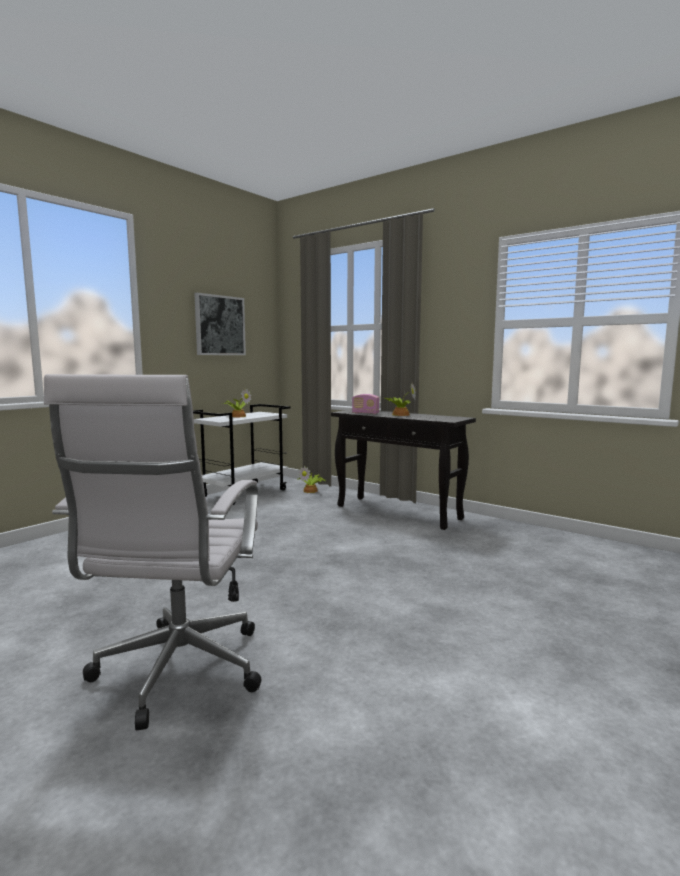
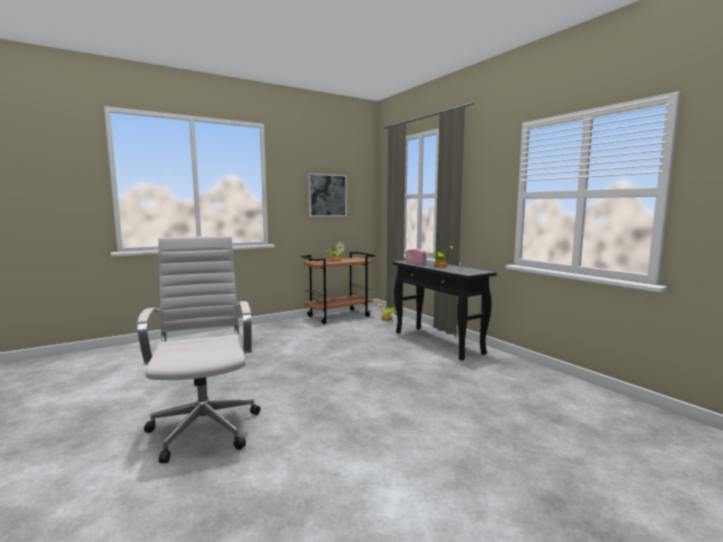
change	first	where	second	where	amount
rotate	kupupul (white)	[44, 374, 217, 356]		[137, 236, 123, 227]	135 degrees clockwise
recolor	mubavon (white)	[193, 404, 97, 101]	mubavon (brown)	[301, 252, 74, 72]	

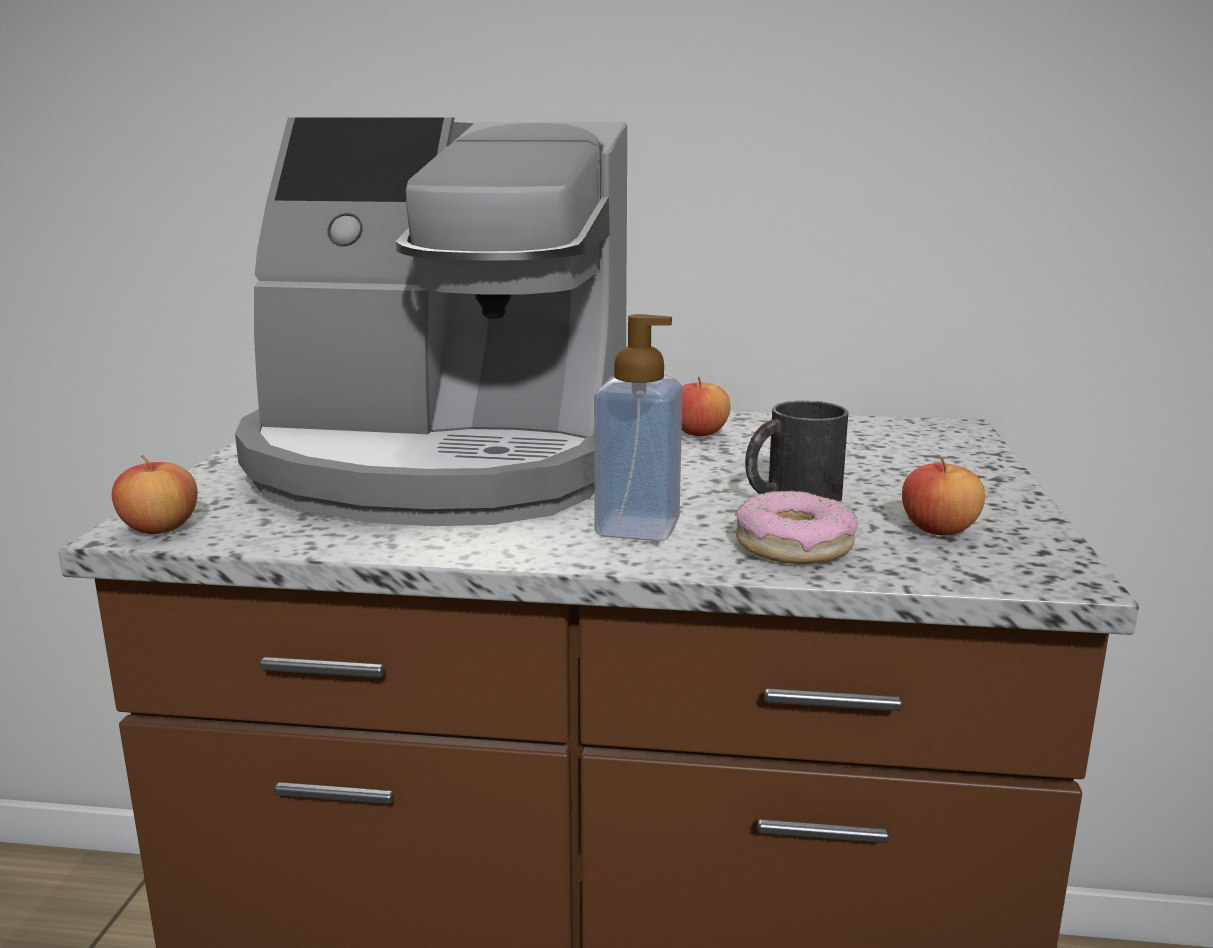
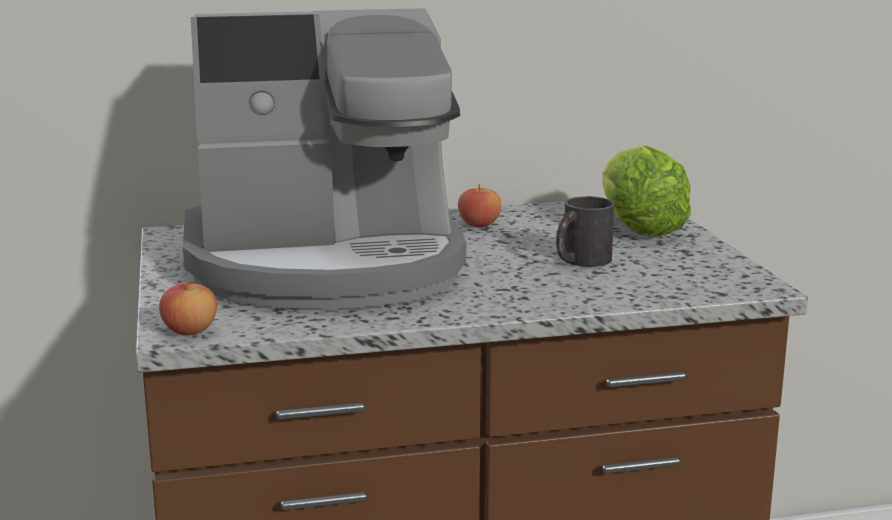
change	first	where	second	where	amount
delete	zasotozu	[594, 314, 89, 227]			
delete	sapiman	[902, 457, 83, 79]			
delete	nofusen	[735, 491, 123, 73]			
insert			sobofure	[602, 145, 89, 92]	

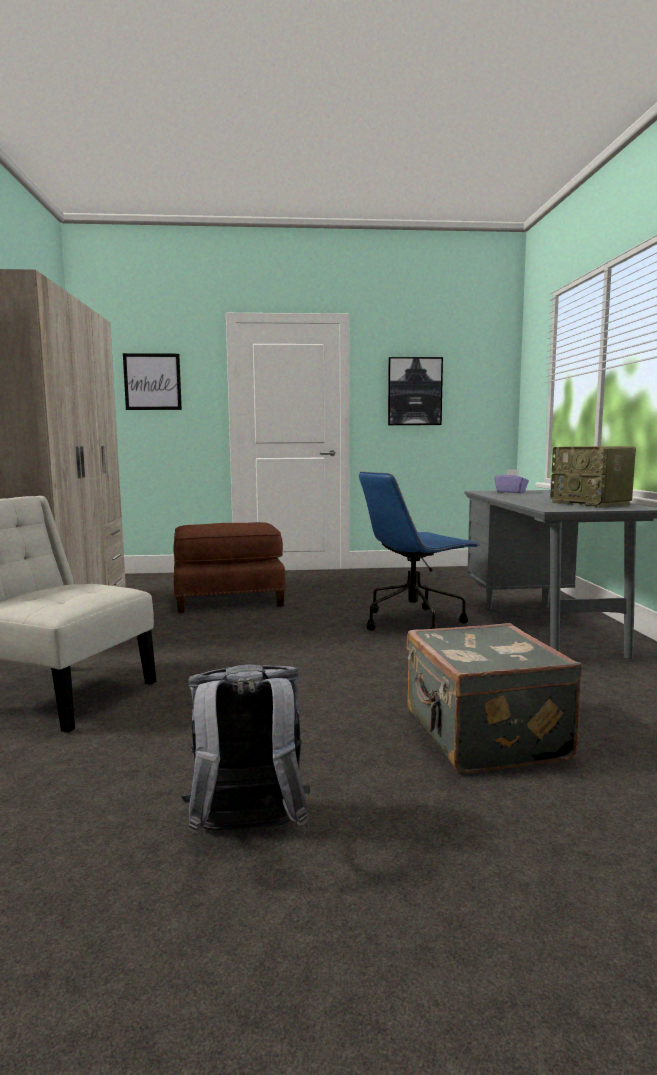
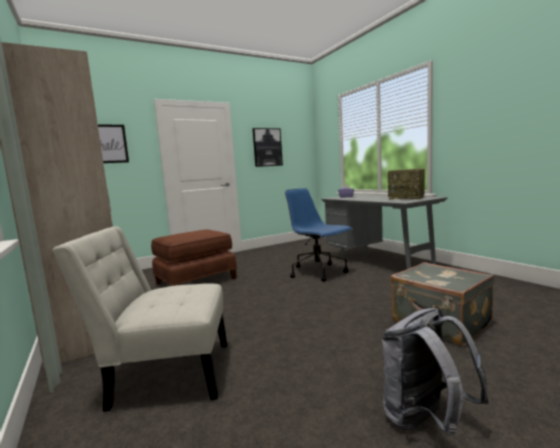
change	first	where	second	where	amount
rotate	kupupul (blue)	[359, 472, 121, 158]		[285, 188, 68, 94]	105 degrees clockwise

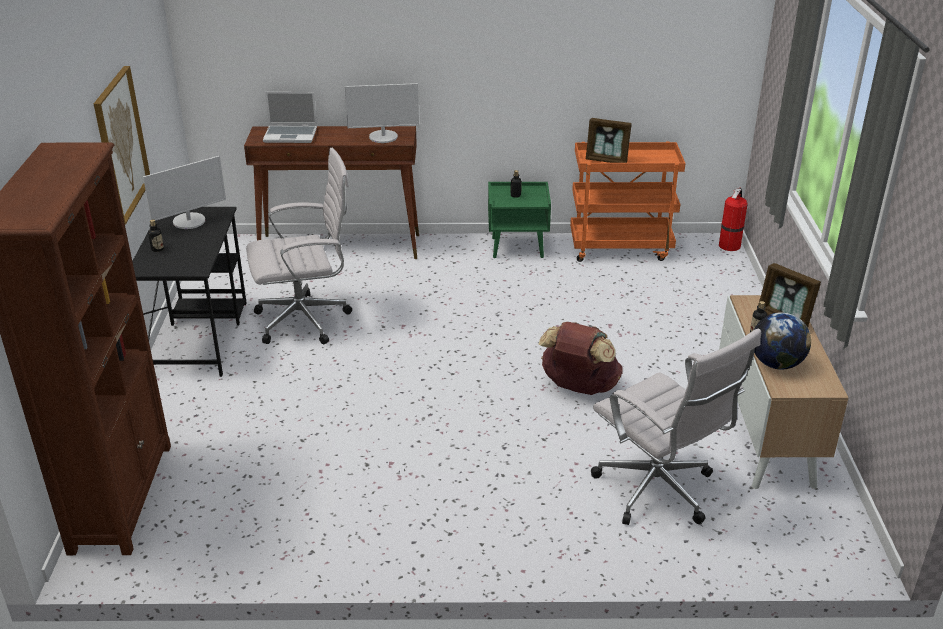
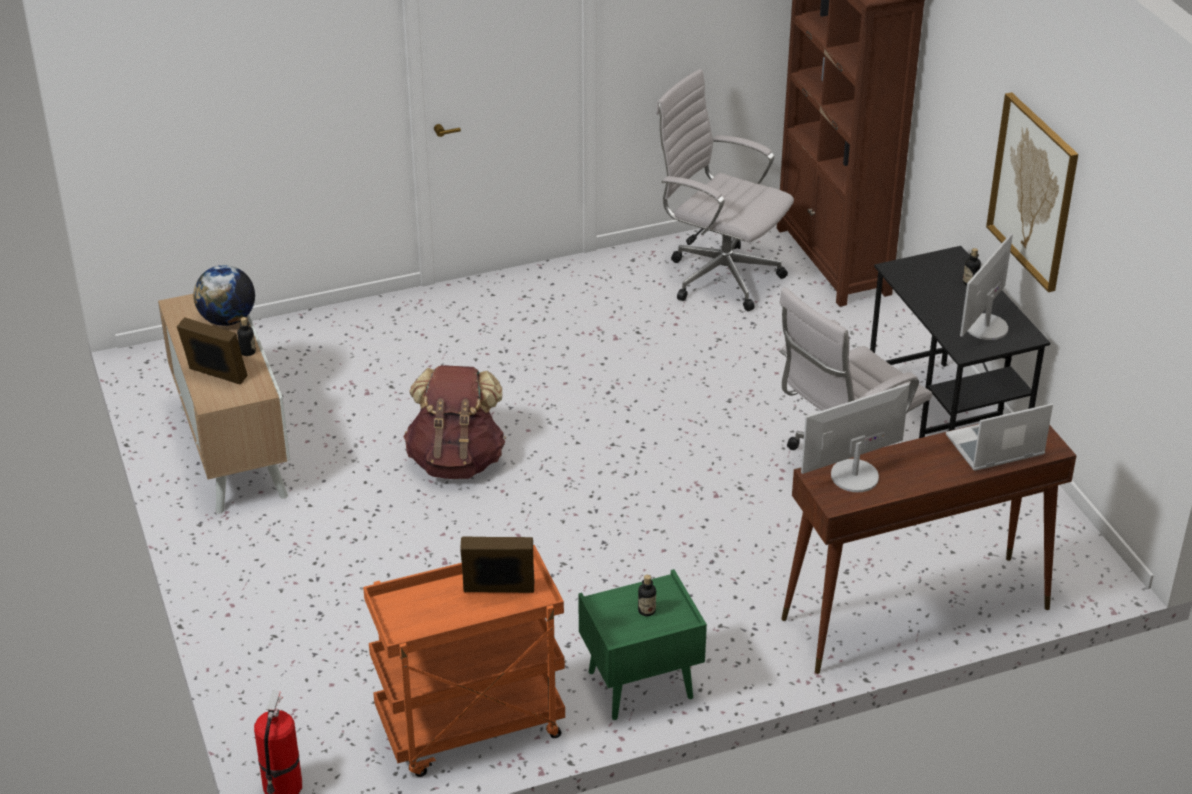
change	first	where	second	where	amount
move	kupupul (white)	[591, 329, 170, 196]		[656, 69, 138, 242]	

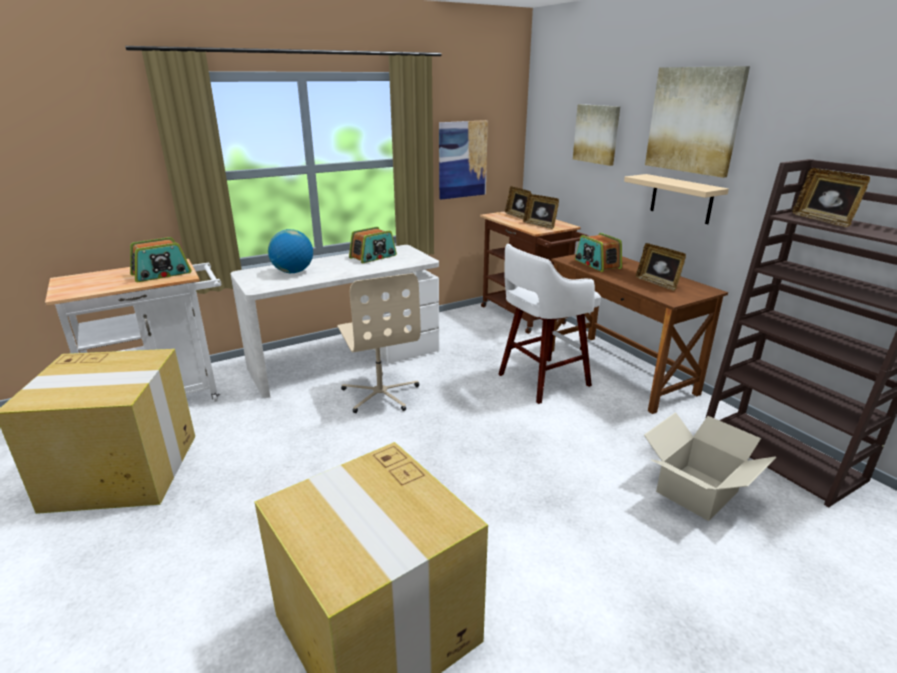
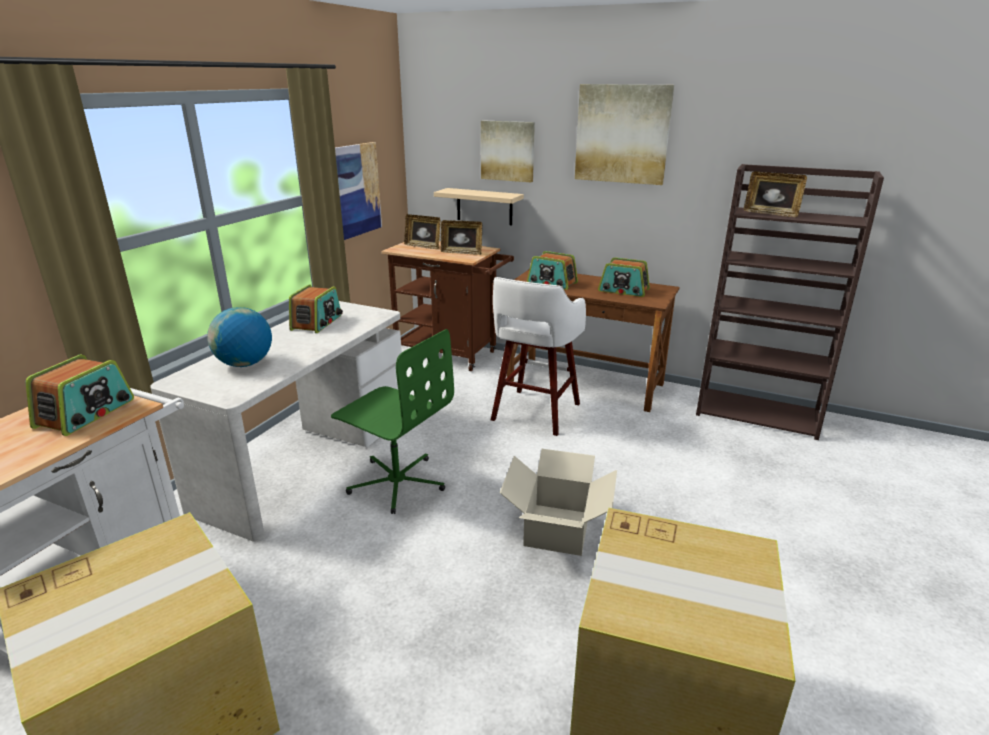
change	first	where	second	where	amount
move	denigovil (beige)	[624, 174, 105, 50]		[434, 188, 90, 37]	
replace	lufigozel	[636, 243, 50, 48]	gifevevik	[598, 257, 52, 40]	
recolor	kupupul (beige)	[337, 273, 84, 140]	kupupul (green)	[331, 329, 123, 185]	
move	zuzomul	[644, 412, 132, 109]		[500, 449, 117, 107]	

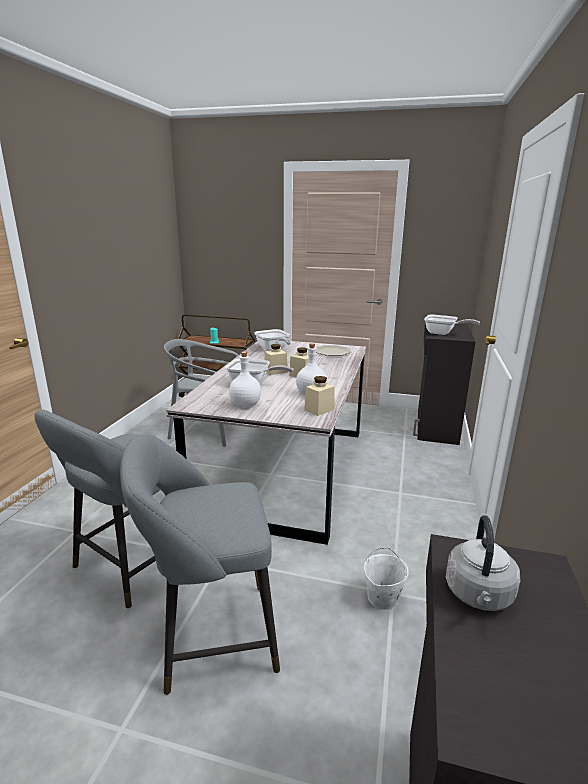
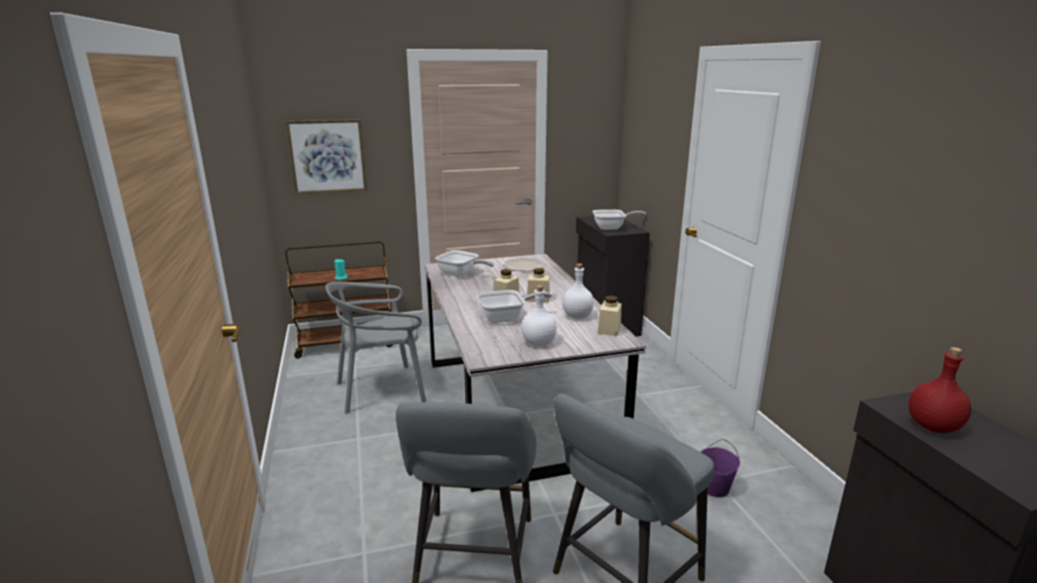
change	first	where	second	where	amount
replace	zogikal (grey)	[446, 515, 74, 96]	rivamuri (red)	[908, 347, 63, 86]	
recolor	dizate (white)	[364, 547, 45, 63]	dizate (purple)	[701, 439, 39, 59]	
insert			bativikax	[285, 119, 82, 75]	

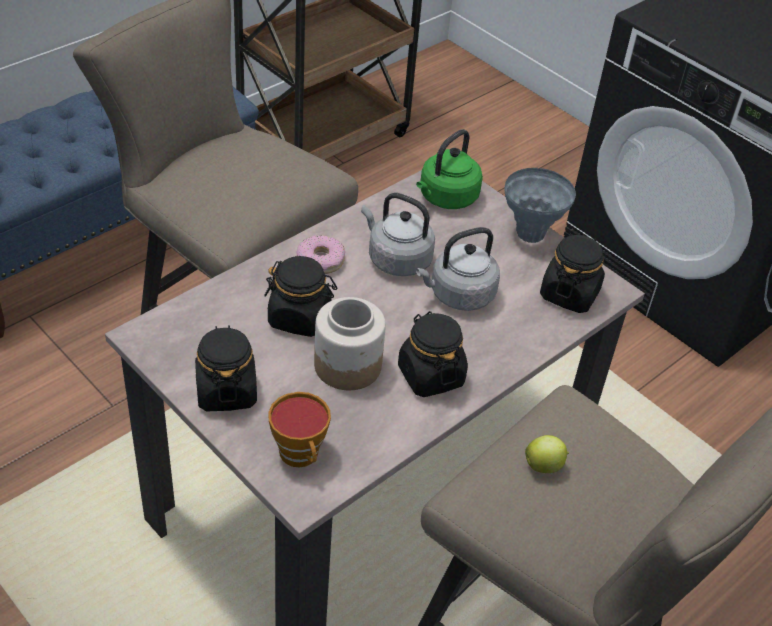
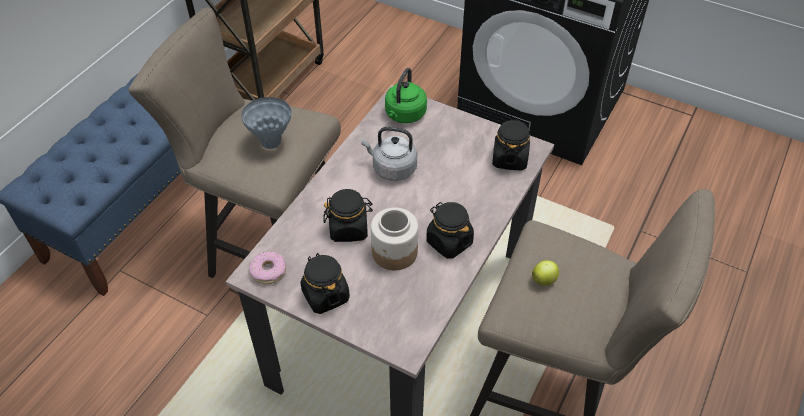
change	first	where	second	where	amount
move	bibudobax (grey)	[505, 168, 71, 75]		[241, 97, 50, 52]	
delete	zogikal (grey)	[416, 227, 84, 84]			
move	nofusen	[296, 235, 49, 39]		[249, 252, 37, 32]	
delete	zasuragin	[268, 392, 63, 75]			

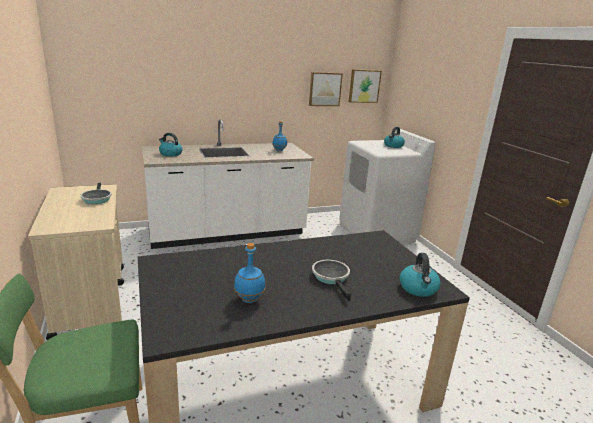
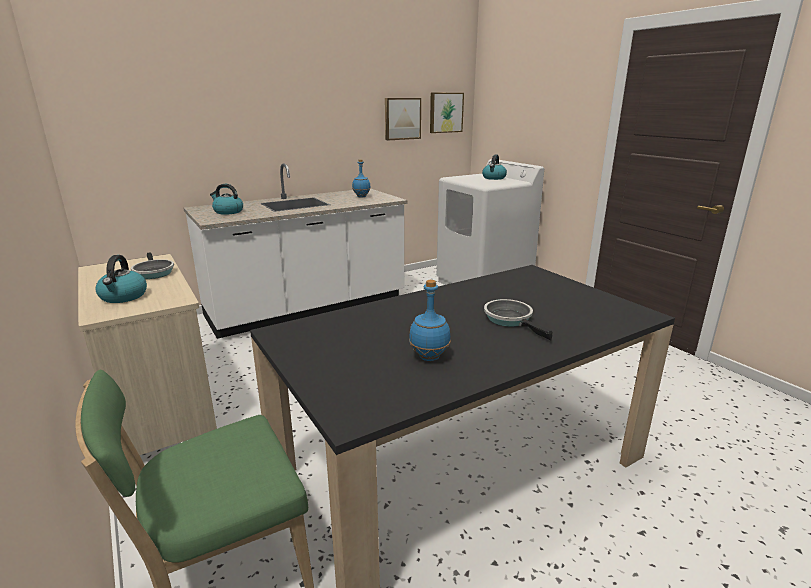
change	first	where	second	where	amount
move	zogikal	[400, 253, 41, 44]		[96, 255, 51, 48]	

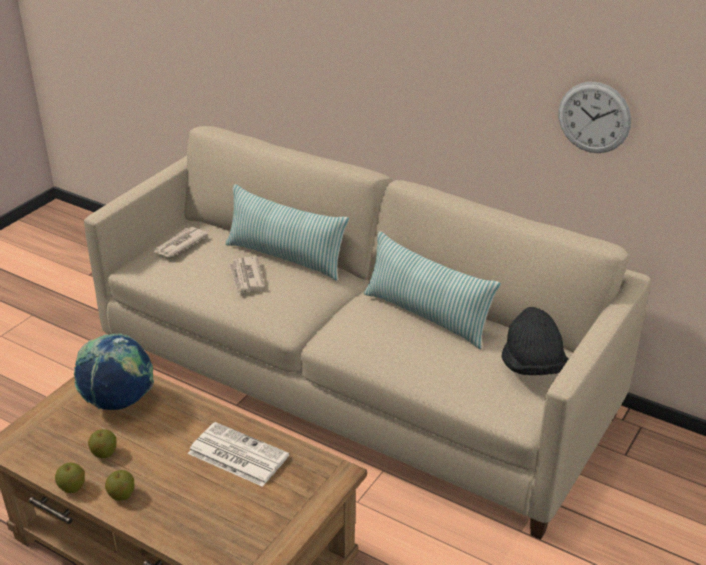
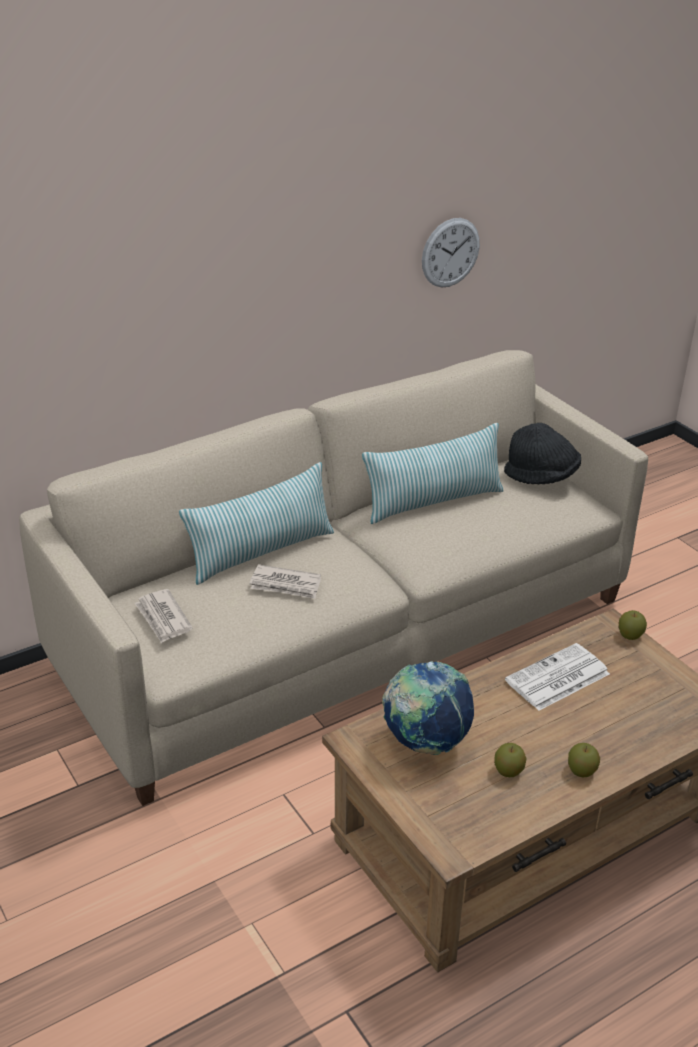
change	first	where	second	where	amount
move	sapiman	[55, 462, 30, 31]		[619, 610, 28, 30]	

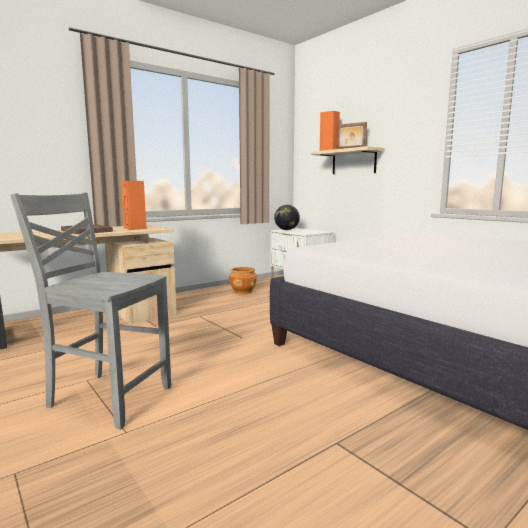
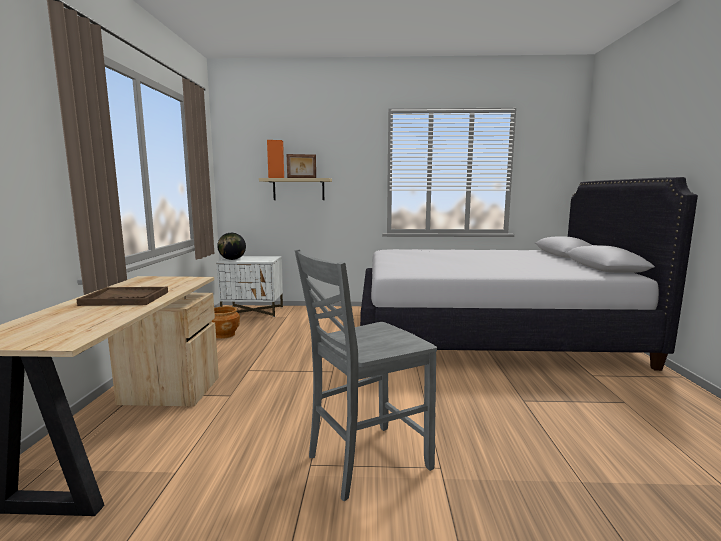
change	first	where	second	where	amount
delete	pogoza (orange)	[121, 181, 26, 49]			

